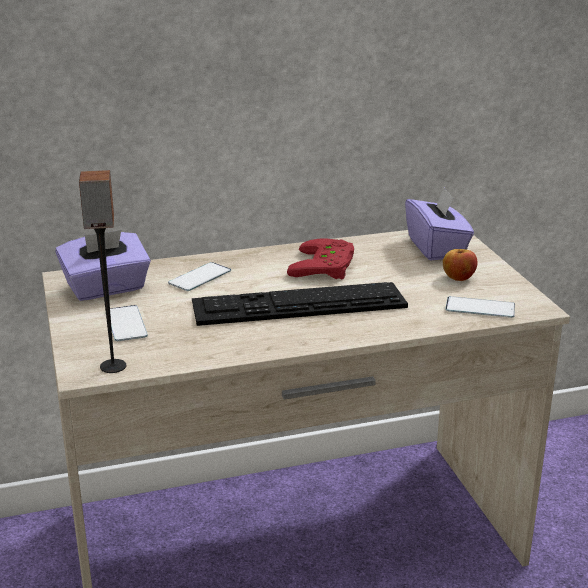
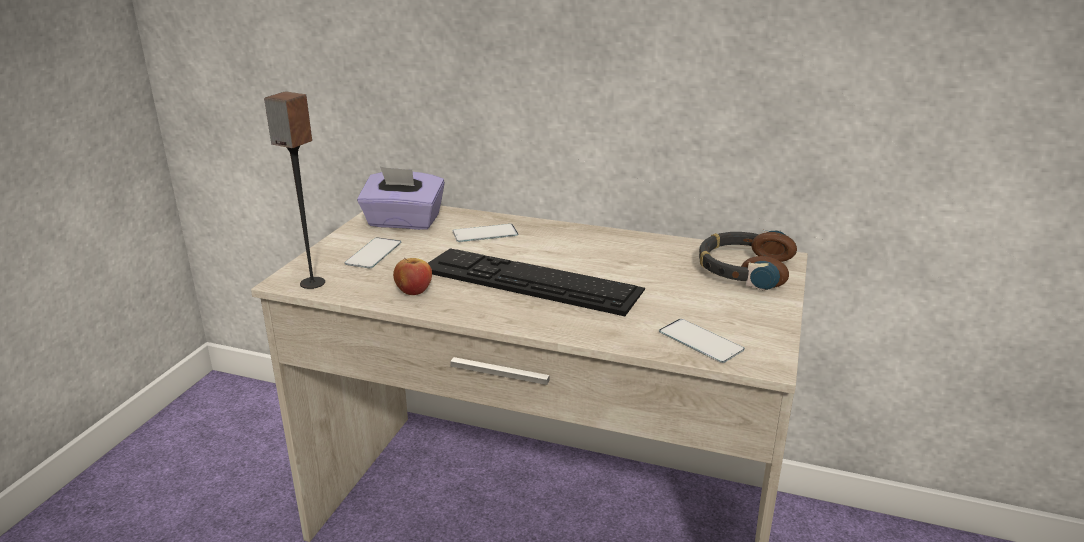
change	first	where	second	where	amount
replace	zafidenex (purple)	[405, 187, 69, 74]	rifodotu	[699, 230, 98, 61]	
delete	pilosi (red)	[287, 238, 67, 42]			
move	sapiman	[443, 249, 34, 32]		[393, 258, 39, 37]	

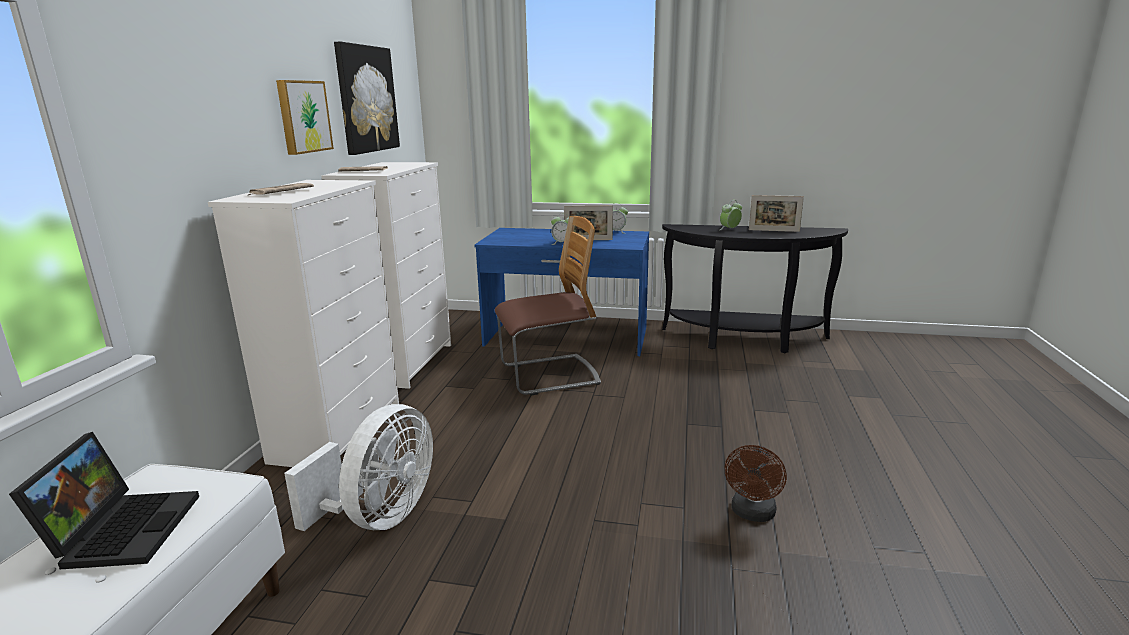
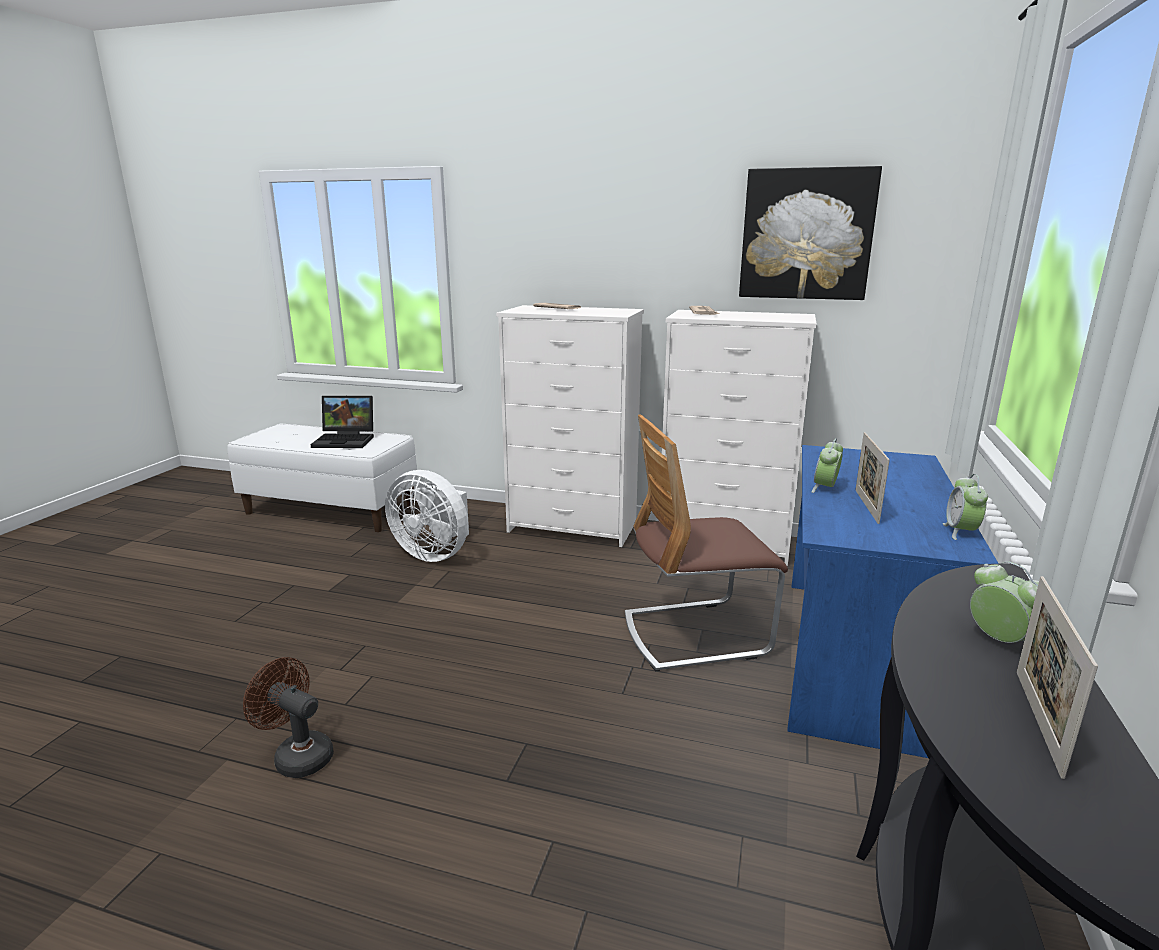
change	first	where	second	where	amount
delete	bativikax	[276, 80, 58, 75]			
rotate	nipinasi	[495, 216, 106, 180]		[625, 414, 163, 258]	90 degrees clockwise

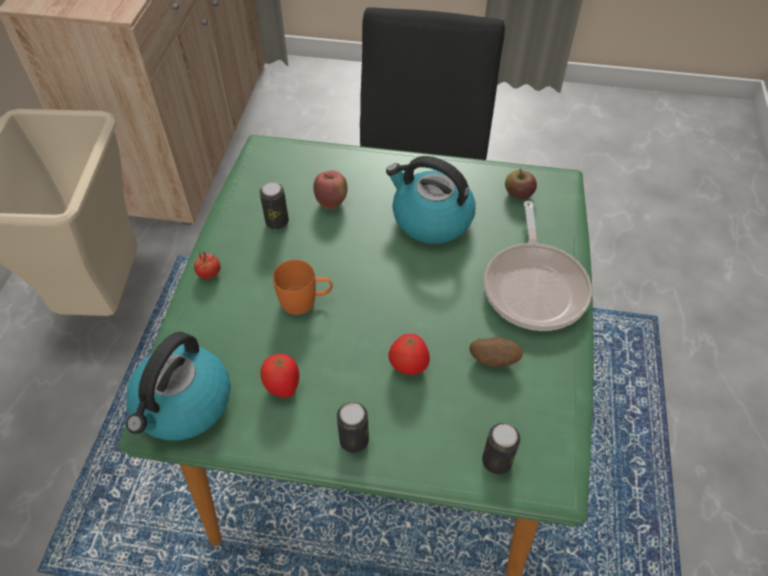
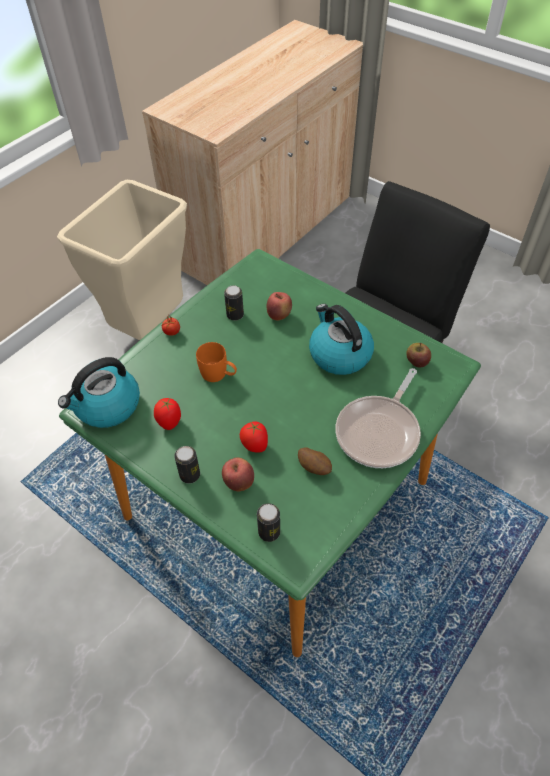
change	first	where	second	where	amount
insert			sapiman	[222, 457, 32, 34]	

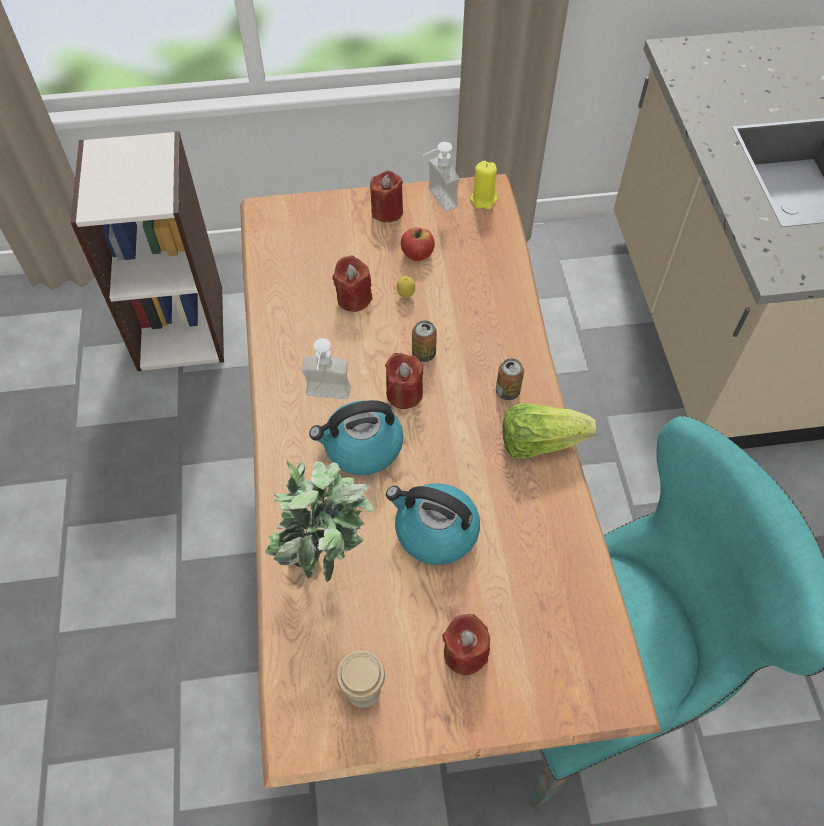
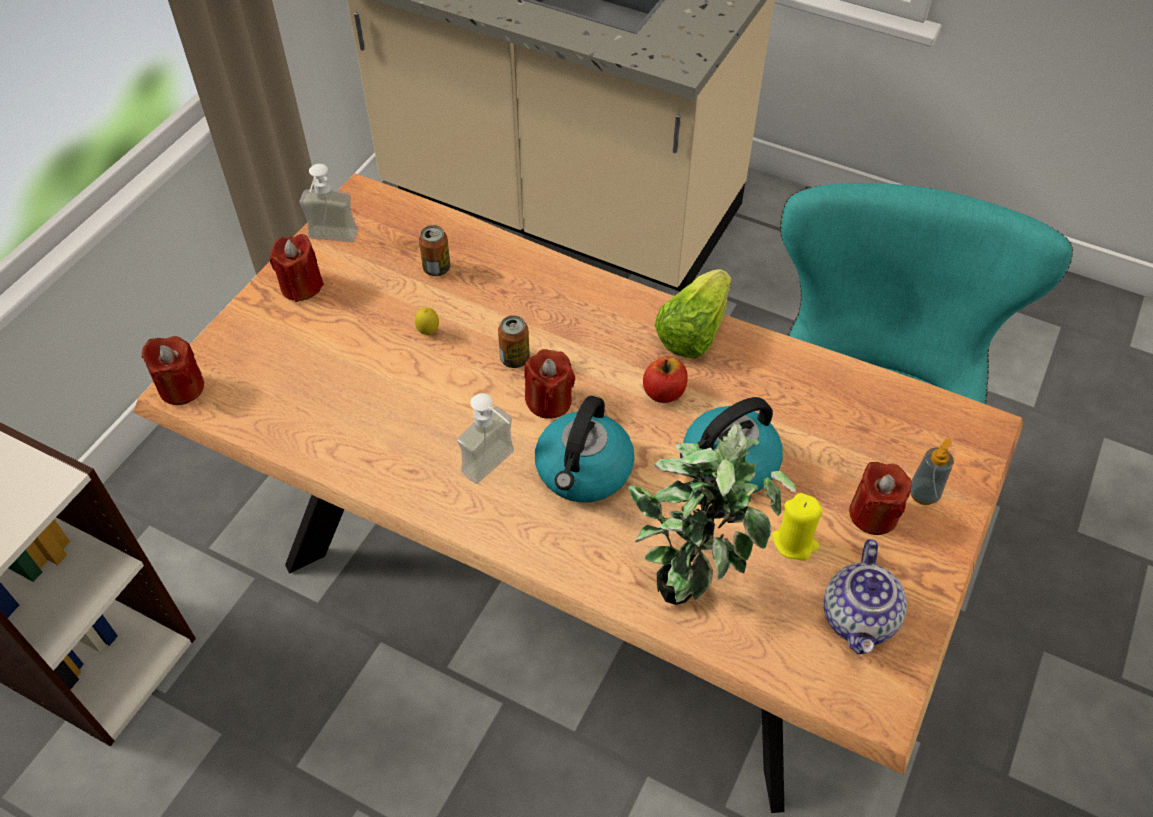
change	first	where	second	where	amount
move	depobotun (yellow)	[470, 161, 27, 49]		[772, 493, 51, 68]	
move	sapiman	[401, 227, 34, 34]		[643, 357, 45, 46]	
move	depobotun (red)	[333, 255, 39, 57]		[142, 336, 62, 69]	
move	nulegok	[496, 358, 28, 42]		[419, 225, 31, 51]	
replace	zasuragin	[337, 651, 48, 57]	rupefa	[824, 539, 83, 115]	
insert			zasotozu	[910, 439, 44, 66]	

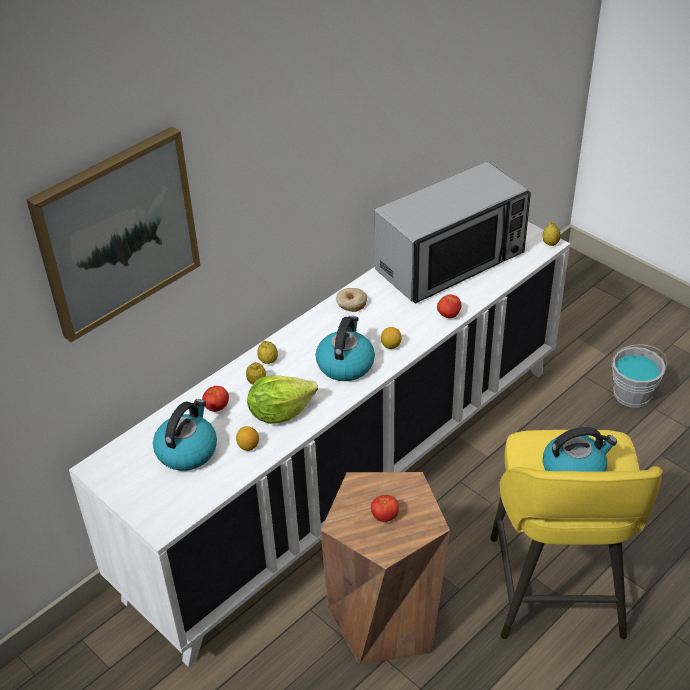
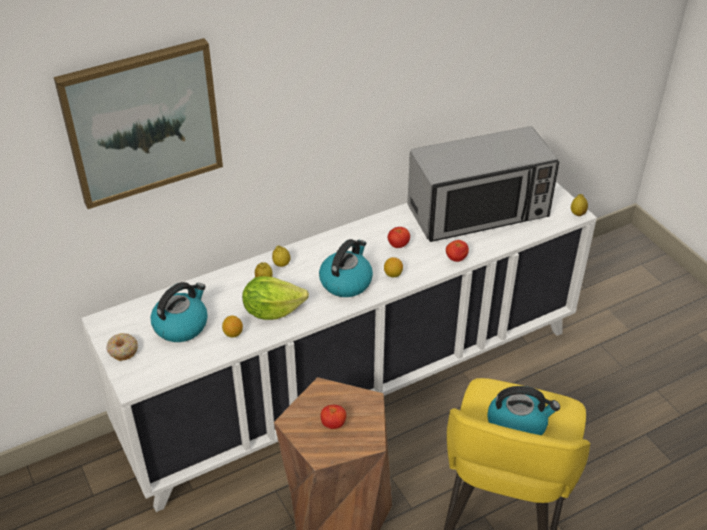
change	first	where	second	where	amount
move	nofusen	[336, 288, 31, 24]		[106, 333, 32, 28]	
delete	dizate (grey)	[611, 344, 57, 64]			
move	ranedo	[202, 386, 27, 26]		[388, 227, 22, 21]	

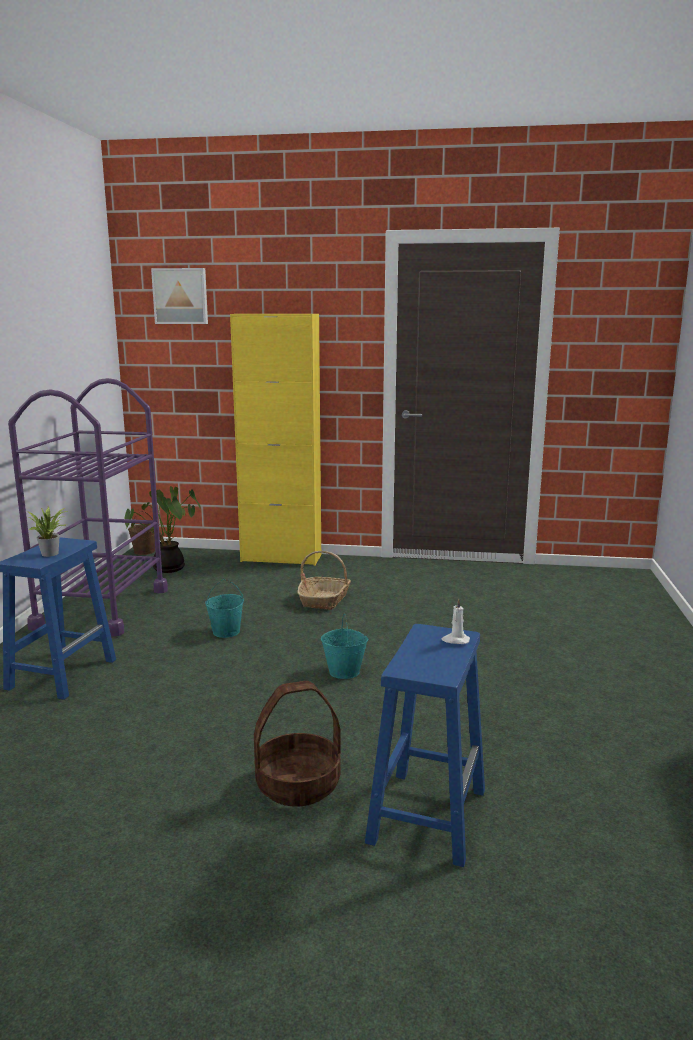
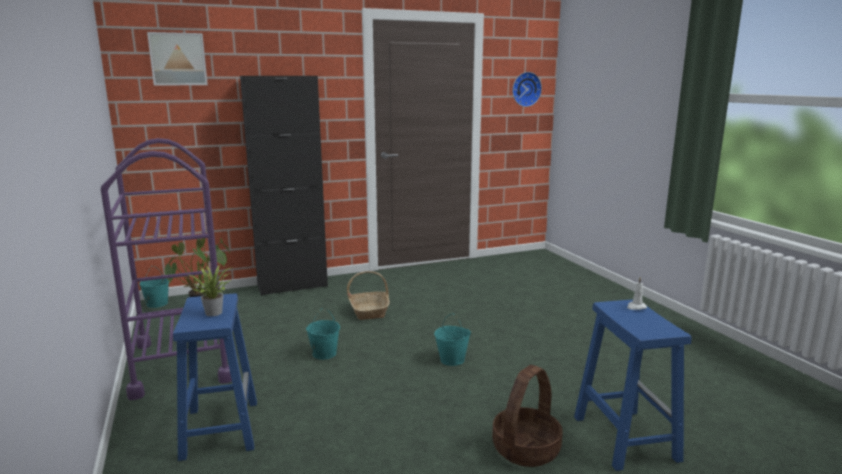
change	first	where	second	where	amount
recolor	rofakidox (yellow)	[230, 314, 91, 252]	rofakidox (black)	[240, 76, 88, 220]	
recolor	dizate (brown)	[128, 511, 27, 44]	dizate (turquoise)	[139, 266, 30, 42]	
insert			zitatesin	[512, 72, 30, 35]	

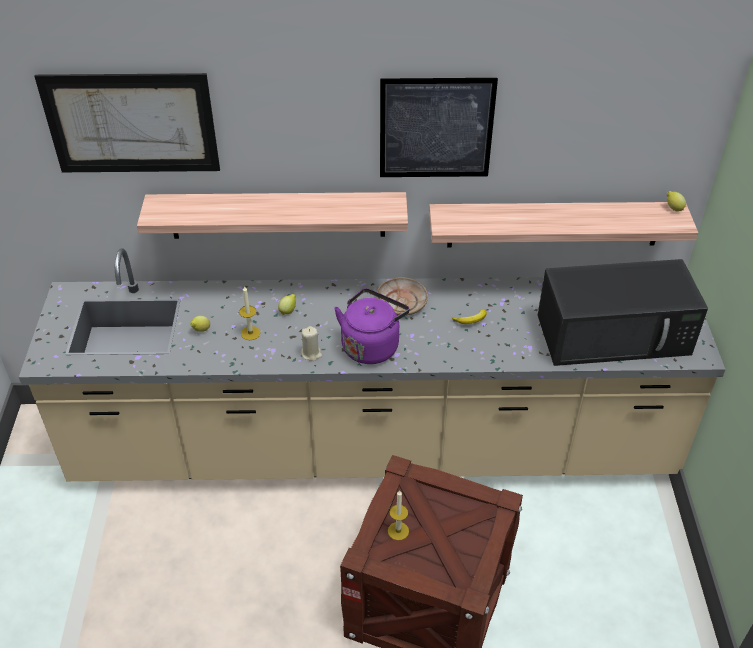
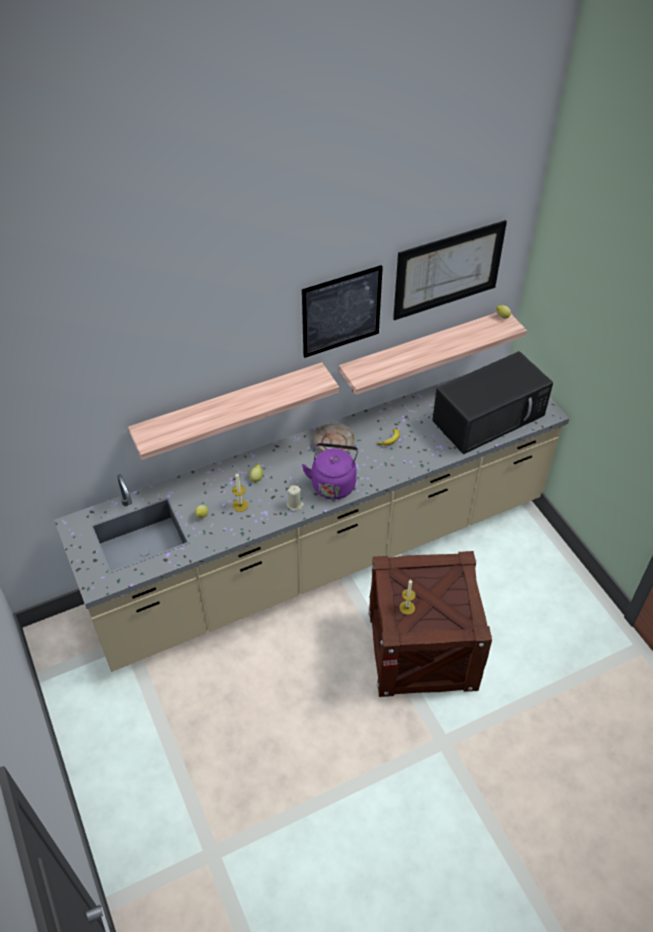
change	first	where	second	where	amount
move	bativikax	[34, 73, 186, 99]		[393, 220, 114, 100]	

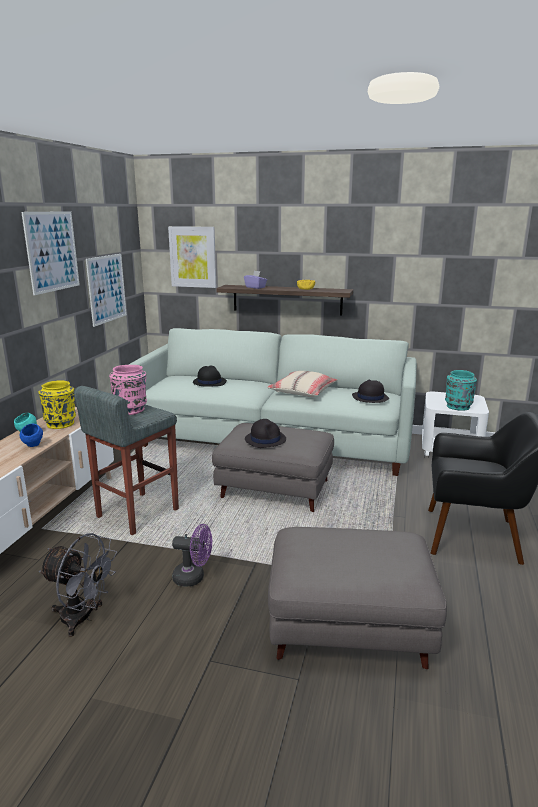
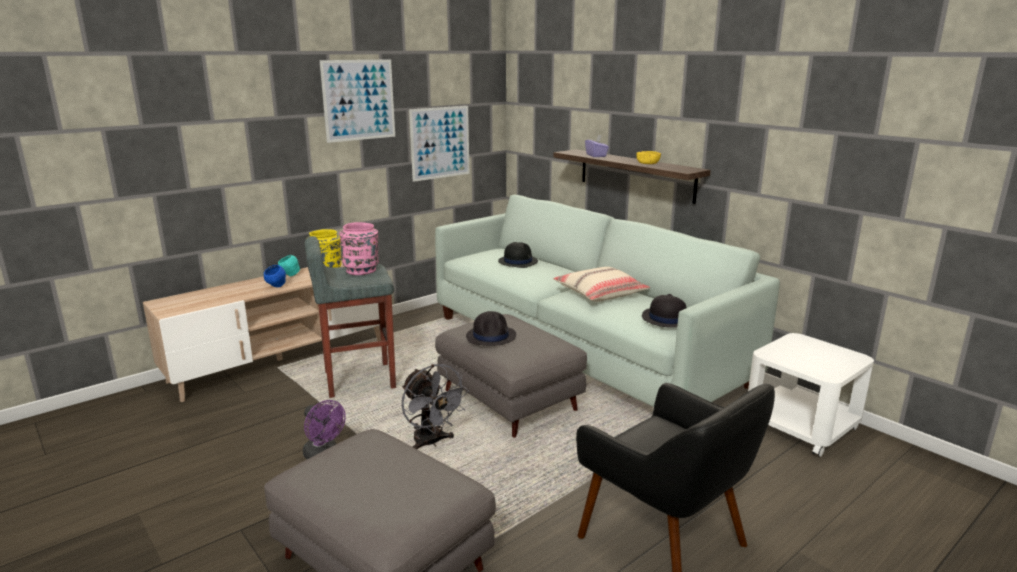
change	first	where	second	where	amount
delete	bativikax	[168, 226, 48, 62]			
delete	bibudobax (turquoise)	[445, 370, 32, 41]			
move	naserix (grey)	[39, 533, 78, 104]		[402, 364, 67, 85]	

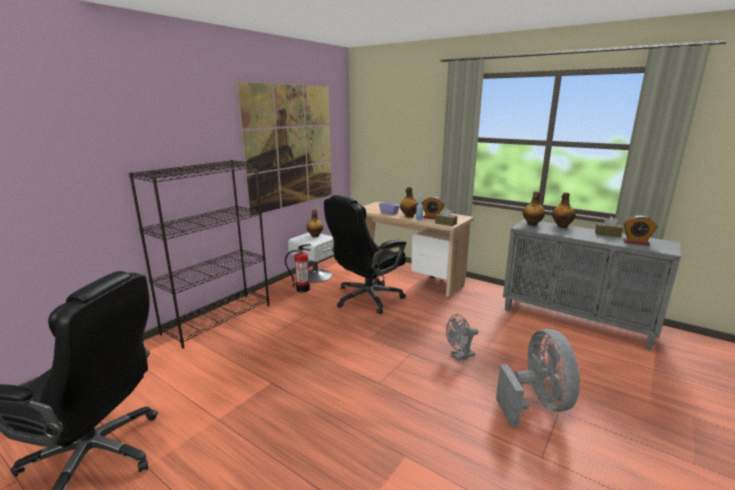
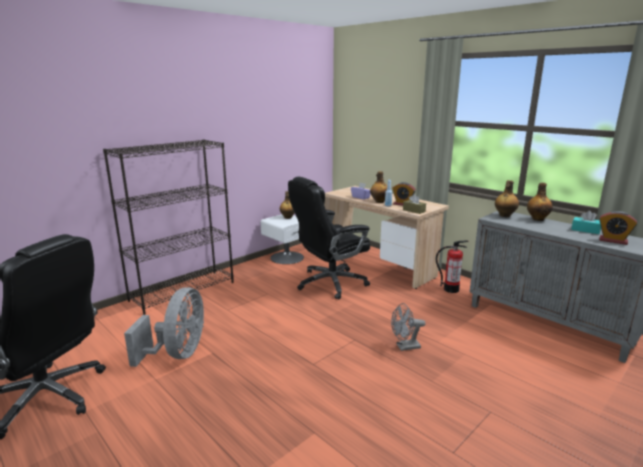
change	first	where	second	where	amount
delete	bativikax	[237, 82, 95, 134]			
recolor	zafidenex (brown)	[595, 216, 28, 21]	zafidenex (turquoise)	[571, 211, 30, 23]	
move	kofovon	[285, 244, 26, 48]		[435, 240, 34, 53]	
move	naserix (grey)	[496, 329, 84, 98]		[124, 287, 80, 80]	

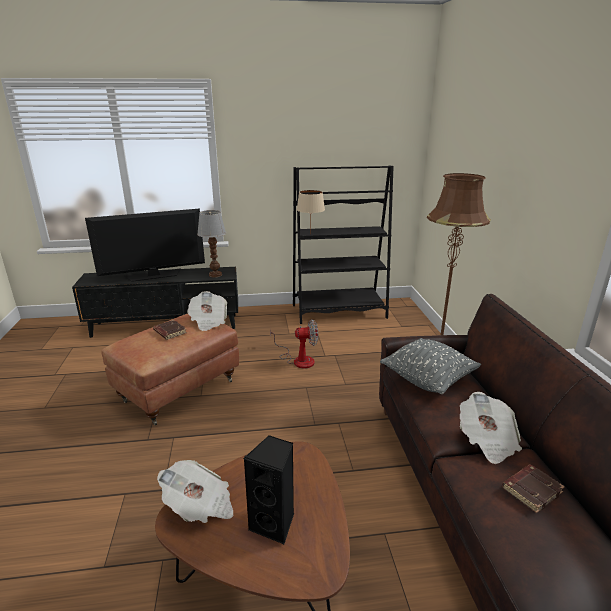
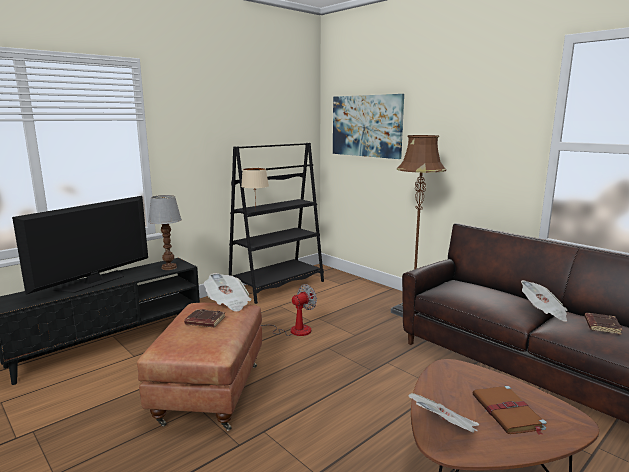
change	first	where	second	where	amount
delete	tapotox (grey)	[380, 338, 101, 56]			
replace	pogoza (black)	[243, 435, 51, 109]	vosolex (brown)	[473, 386, 74, 49]	
insert			bativikax	[333, 94, 71, 65]	

